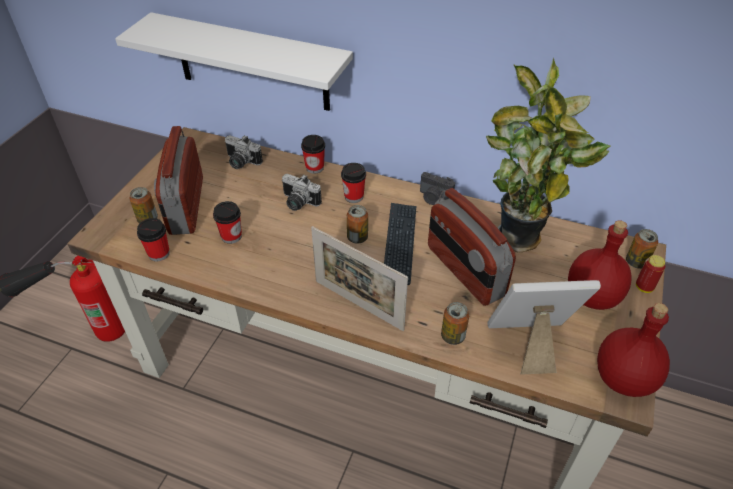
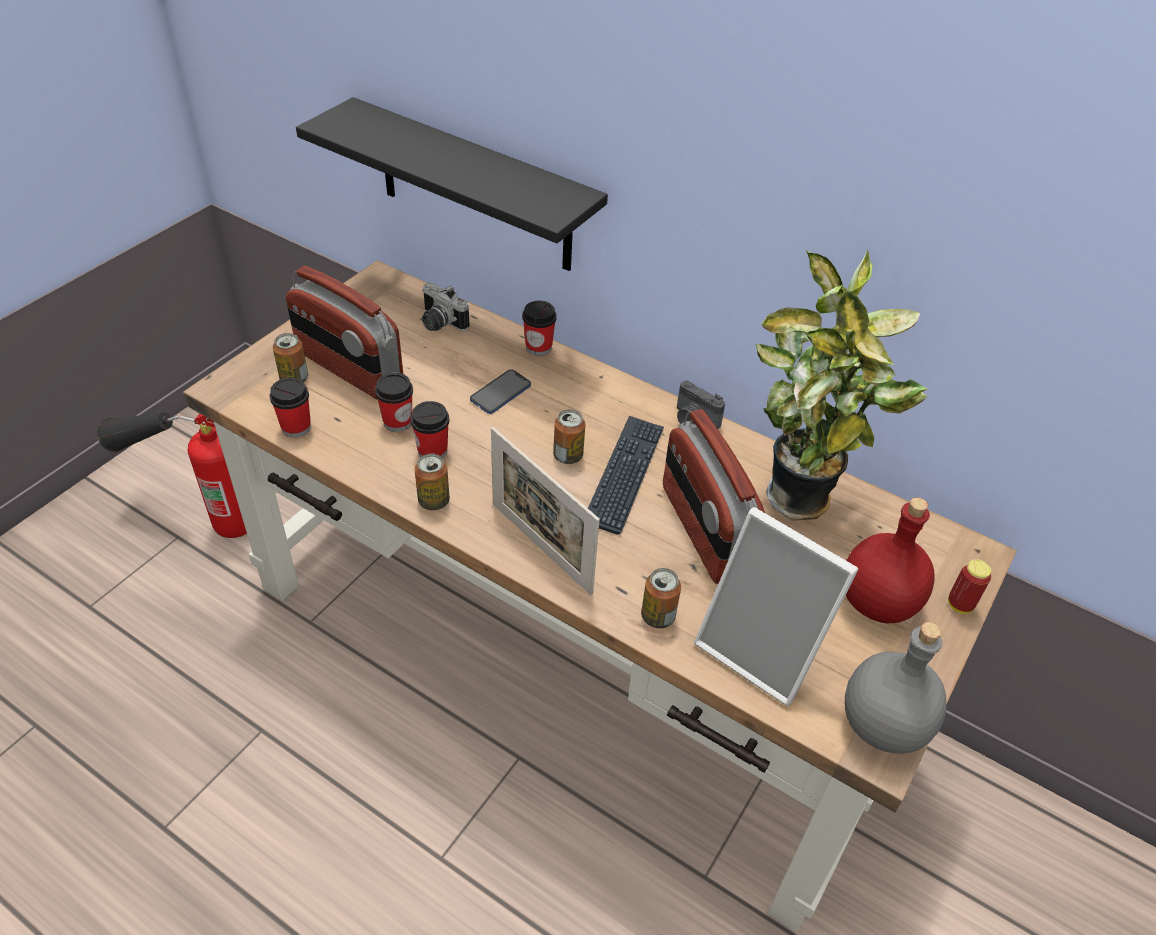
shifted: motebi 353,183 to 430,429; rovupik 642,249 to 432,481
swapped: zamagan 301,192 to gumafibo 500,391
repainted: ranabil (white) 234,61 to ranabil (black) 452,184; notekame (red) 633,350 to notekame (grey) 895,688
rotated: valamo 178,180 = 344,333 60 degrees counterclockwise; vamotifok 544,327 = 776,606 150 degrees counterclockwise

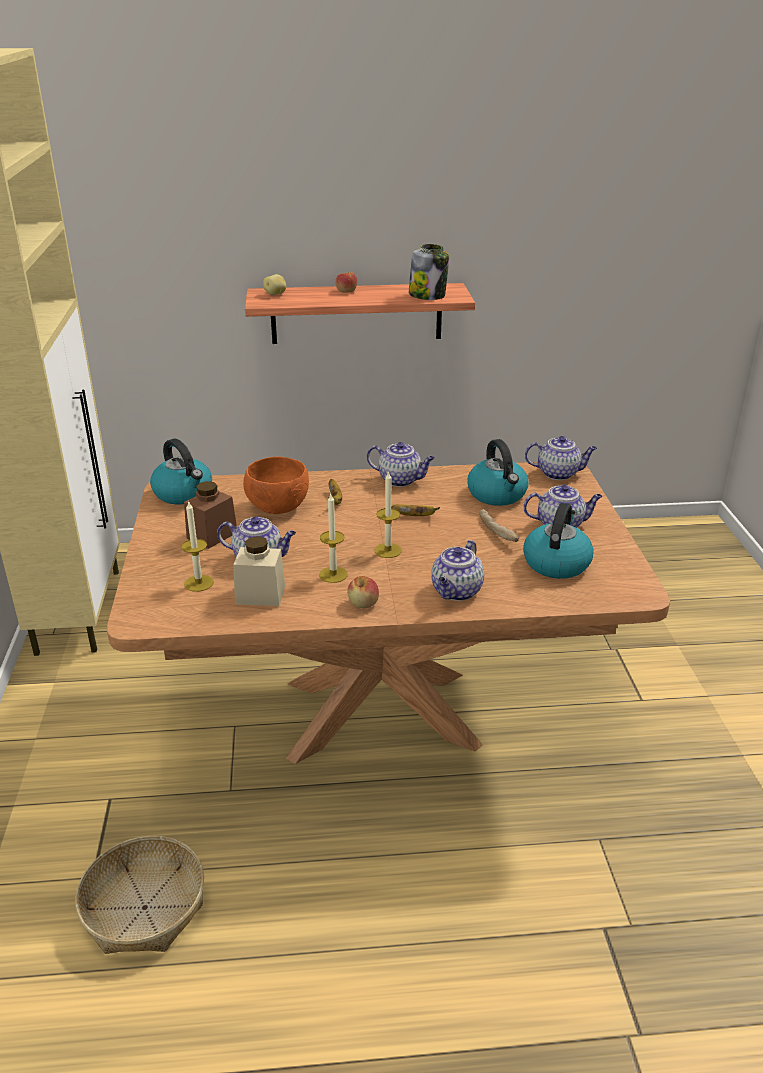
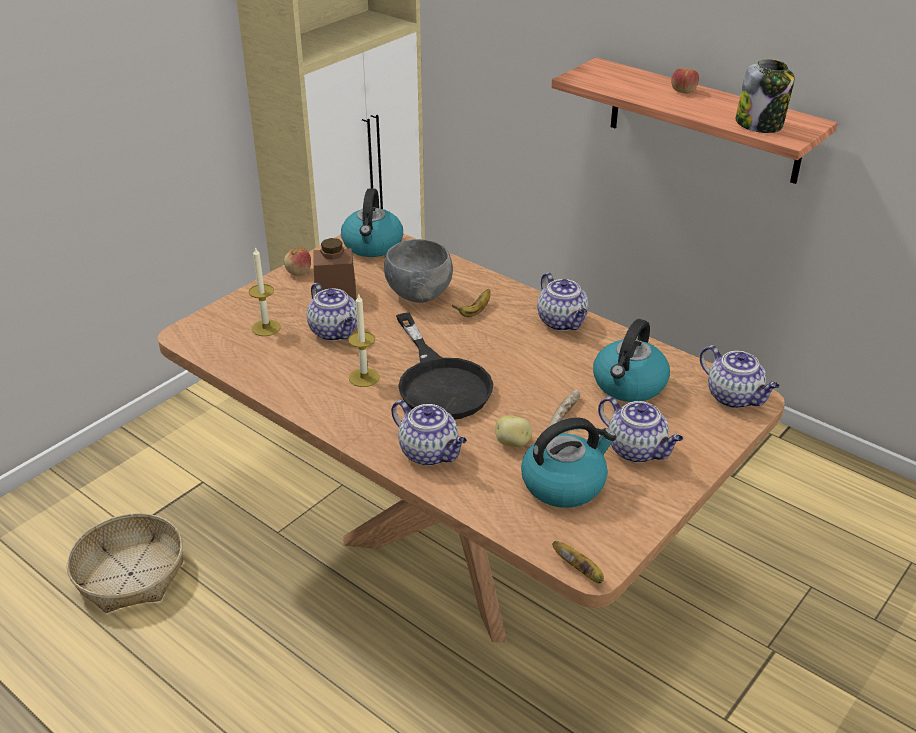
gone: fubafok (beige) 259,571
shifted: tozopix 275,284 to 513,431; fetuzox 415,510 to 578,562; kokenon 363,592 to 297,261
swapped: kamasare 388,514 to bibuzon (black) 444,365
repainted: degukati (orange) 276,485 to degukati (grey) 418,271
rotated: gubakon 457,570 = 429,433 120 degrees counterclockwise

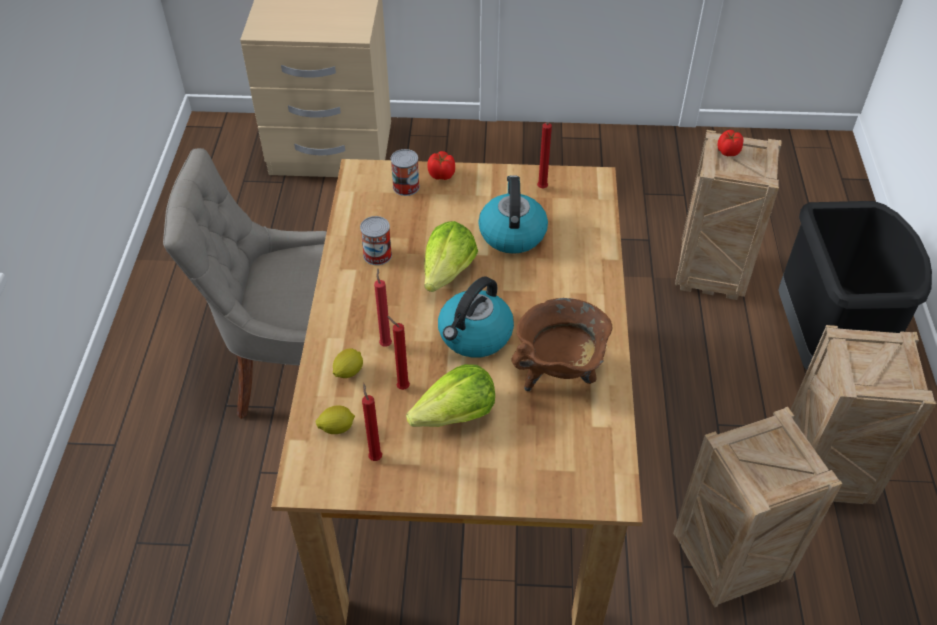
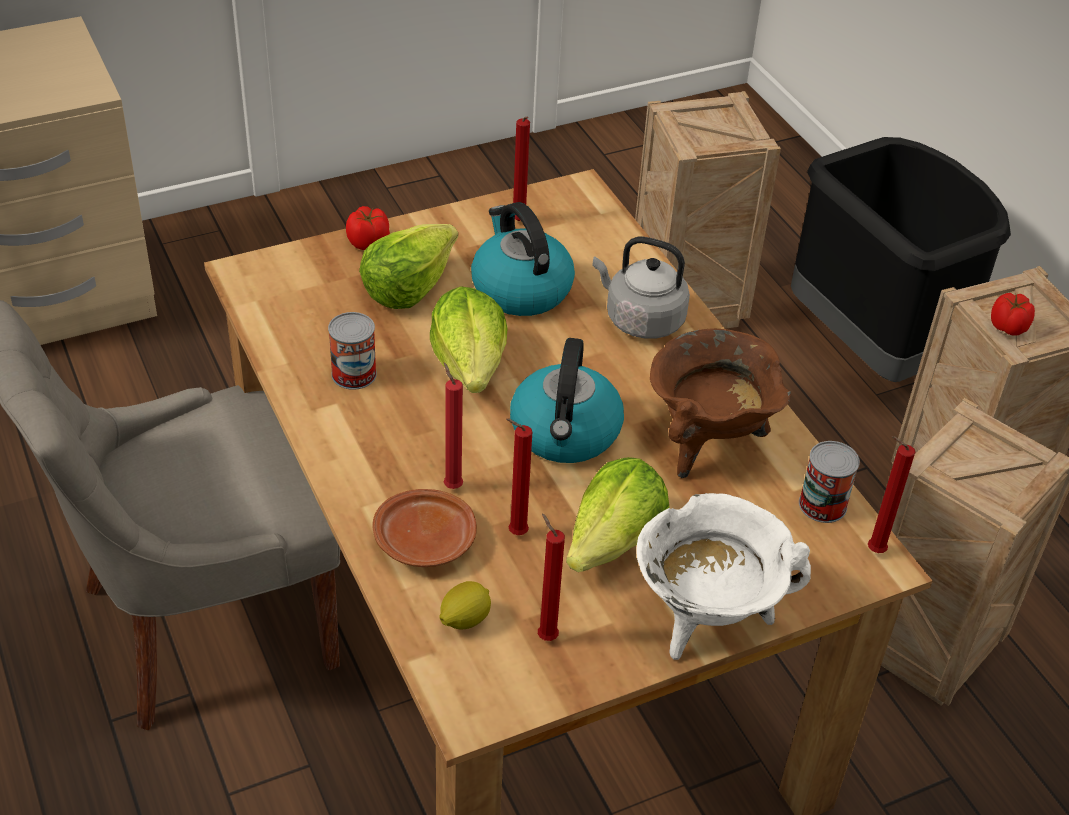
new: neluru 408,266; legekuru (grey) 641,287; kamasare (red) 891,494; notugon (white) 723,576
shifted: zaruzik 730,143 to 1013,314; rovupik 405,172 to 829,482
swapped: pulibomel 348,363 to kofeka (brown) 424,528

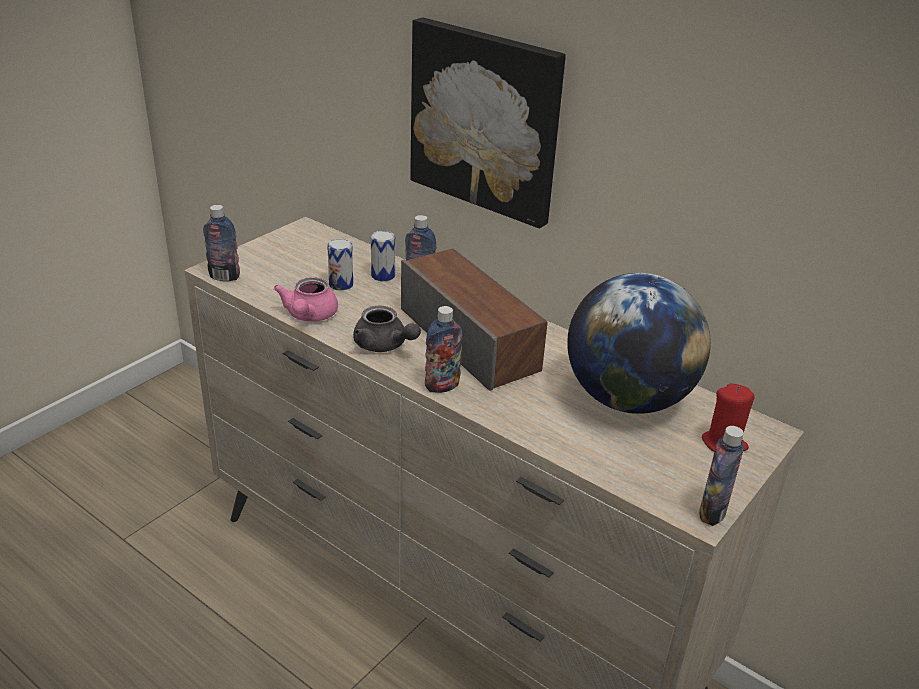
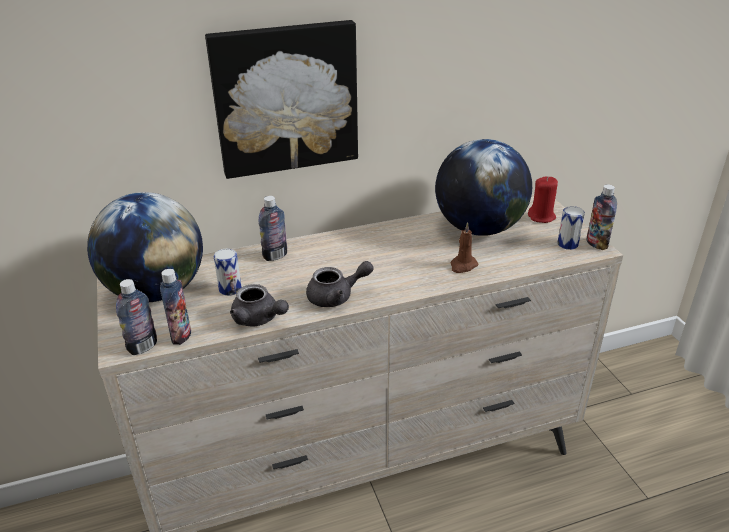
gone: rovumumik 474,319
new: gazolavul 145,247; kamasare (brown) 464,247
shifted: rovupik 383,255 to 571,228; notekame 443,349 to 175,307
repainted: gubakon (pink) 306,299 to gubakon (grey) 259,305

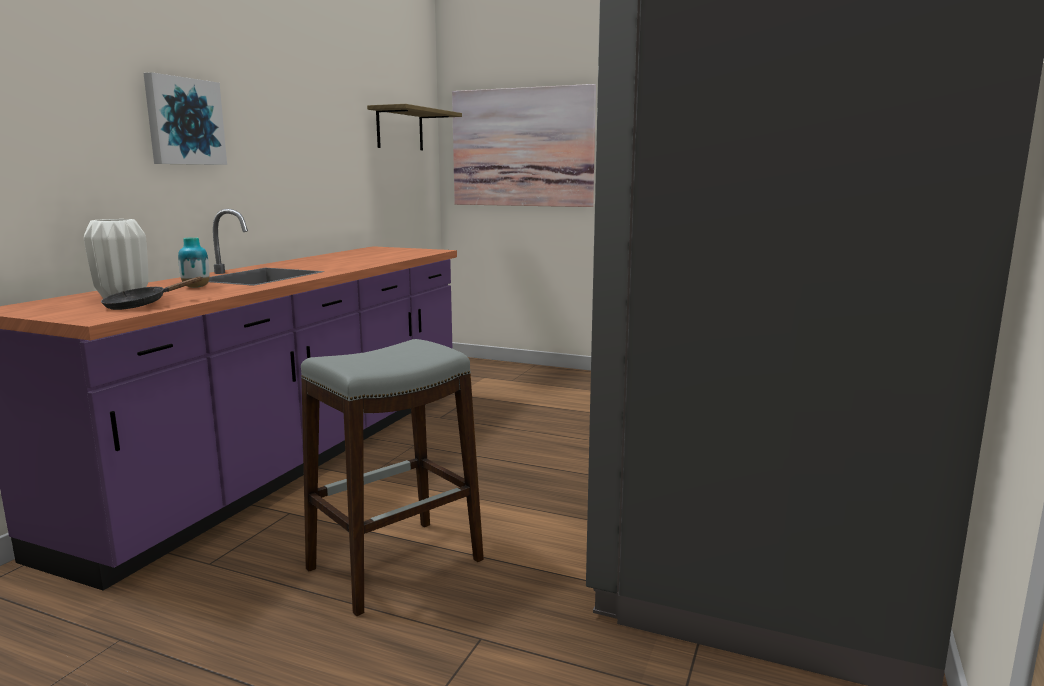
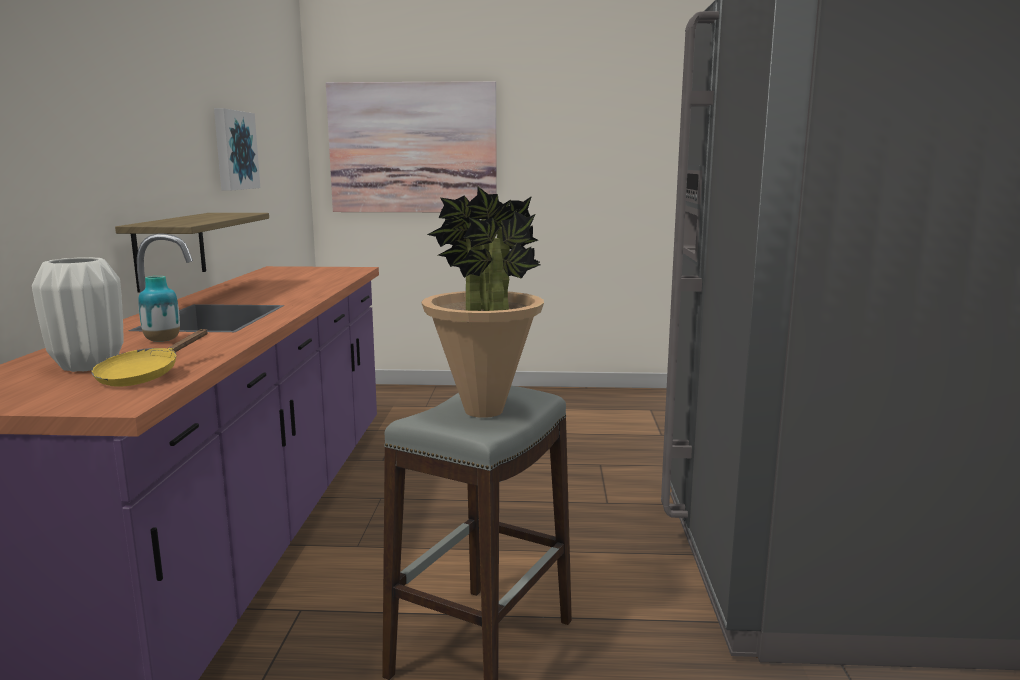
new: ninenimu 482,302
shifted: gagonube 185,118 to 237,149; ranabil 414,127 to 192,252
repainted: bibuzon (black) 152,293 to bibuzon (yellow) 149,358

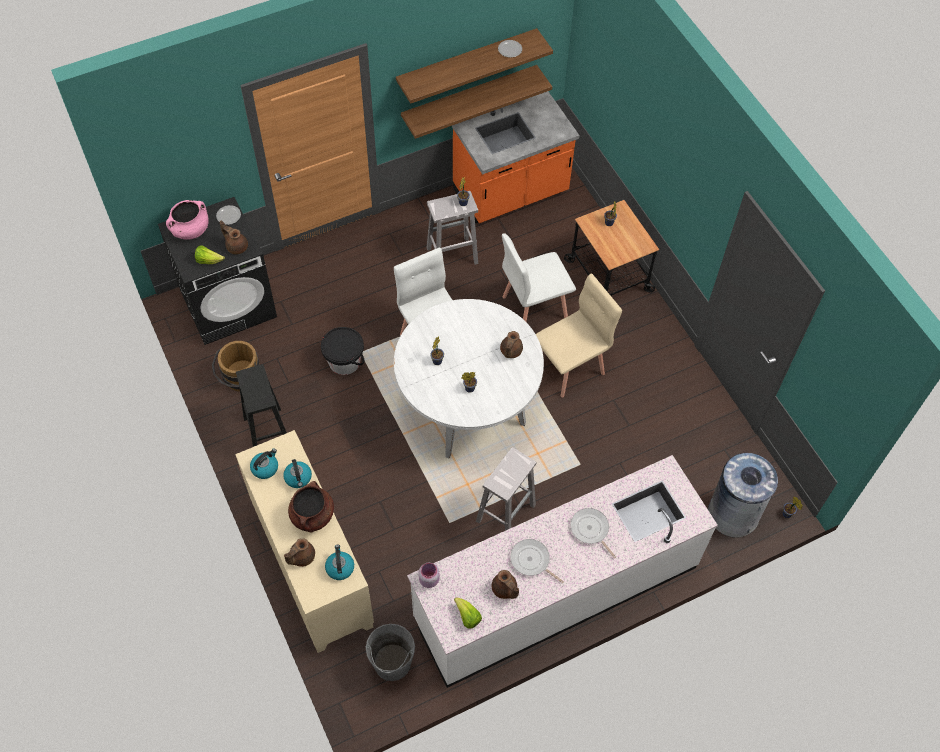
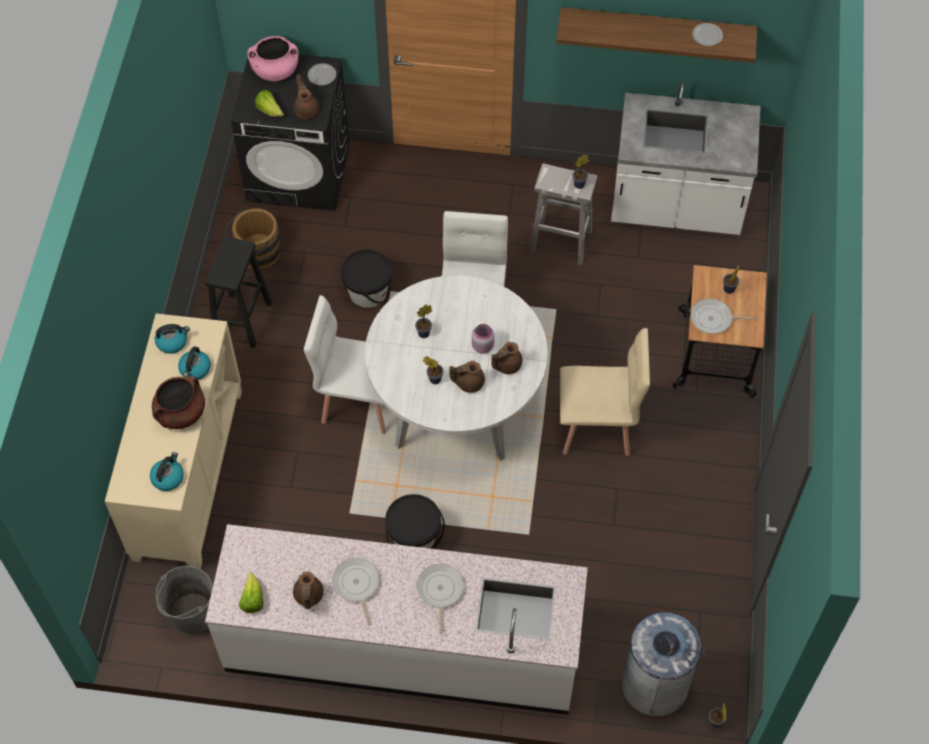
gone: ranabil 476,102
new: bibuzon 723,316
shifted: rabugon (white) 539,277 to 345,364; gubakon (brown) 299,552 to 467,377; fubafok (pink) 429,575 to 483,339
swapped: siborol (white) 506,489 to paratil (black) 415,521
repainted: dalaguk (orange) 515,157 to dalaguk (white) 686,158

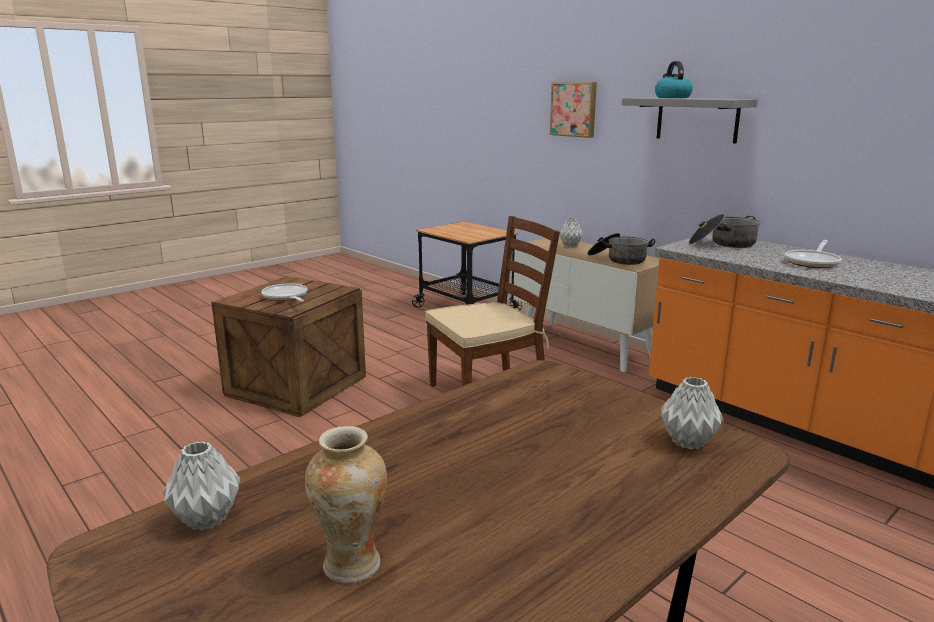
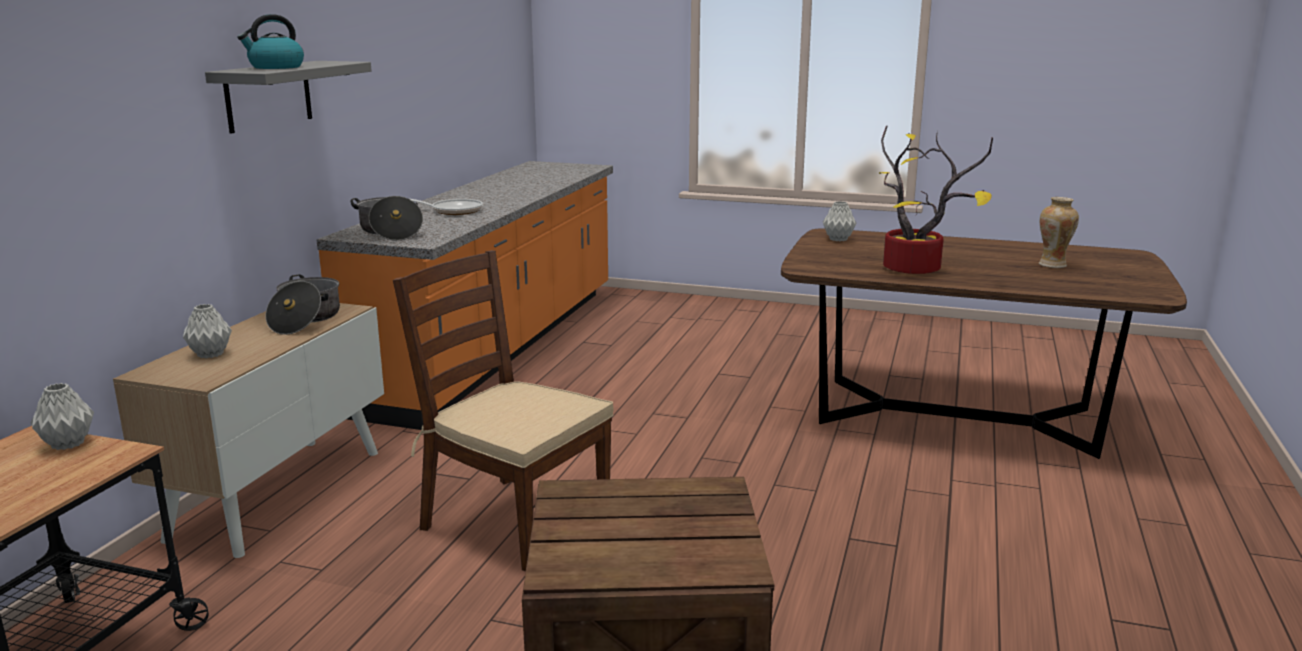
gone: gagonube 573,110; bibuzon 284,292
new: ninenimu 936,199
shifted: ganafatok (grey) 201,486 to 62,416

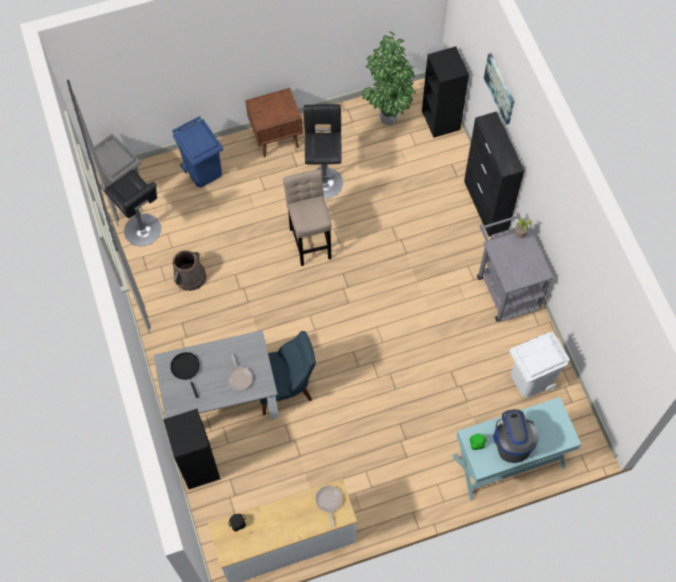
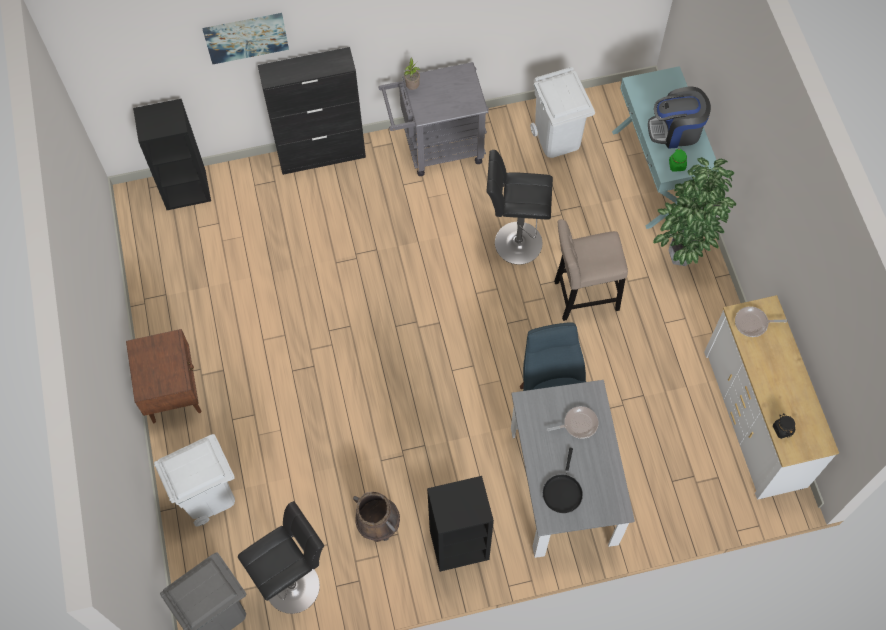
shifted: ninenimu 389,78 to 694,211; siborol (black) 323,151 to 520,207; siborol (beige) 307,217 to 591,270; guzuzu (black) 191,449 to 460,524
repainted: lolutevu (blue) 197,151 to lolutevu (white) 194,480
rotated: bibuzon (black) 185,375 = 563,480 60 degrees counterclockwise

